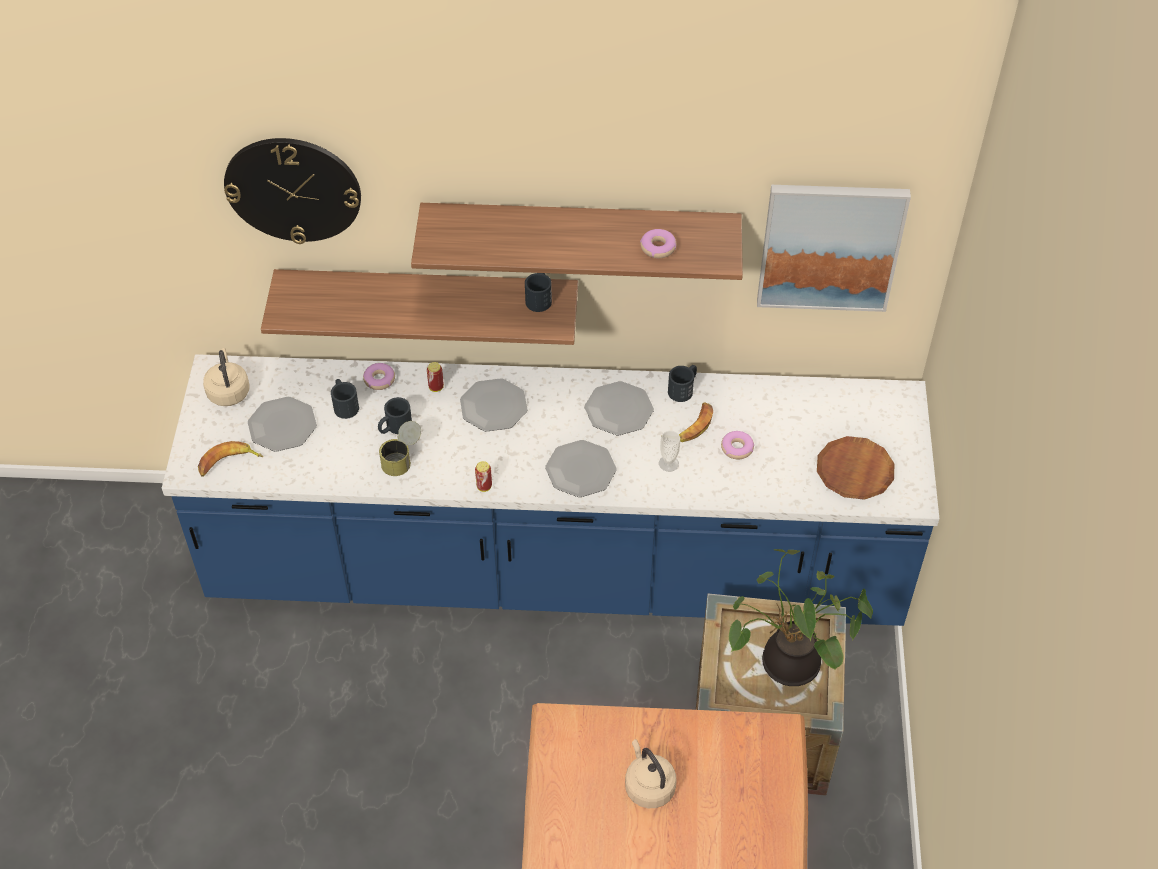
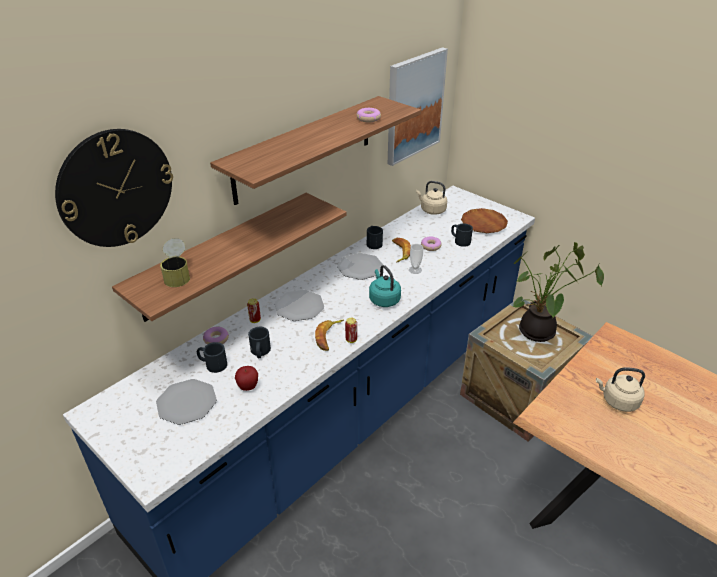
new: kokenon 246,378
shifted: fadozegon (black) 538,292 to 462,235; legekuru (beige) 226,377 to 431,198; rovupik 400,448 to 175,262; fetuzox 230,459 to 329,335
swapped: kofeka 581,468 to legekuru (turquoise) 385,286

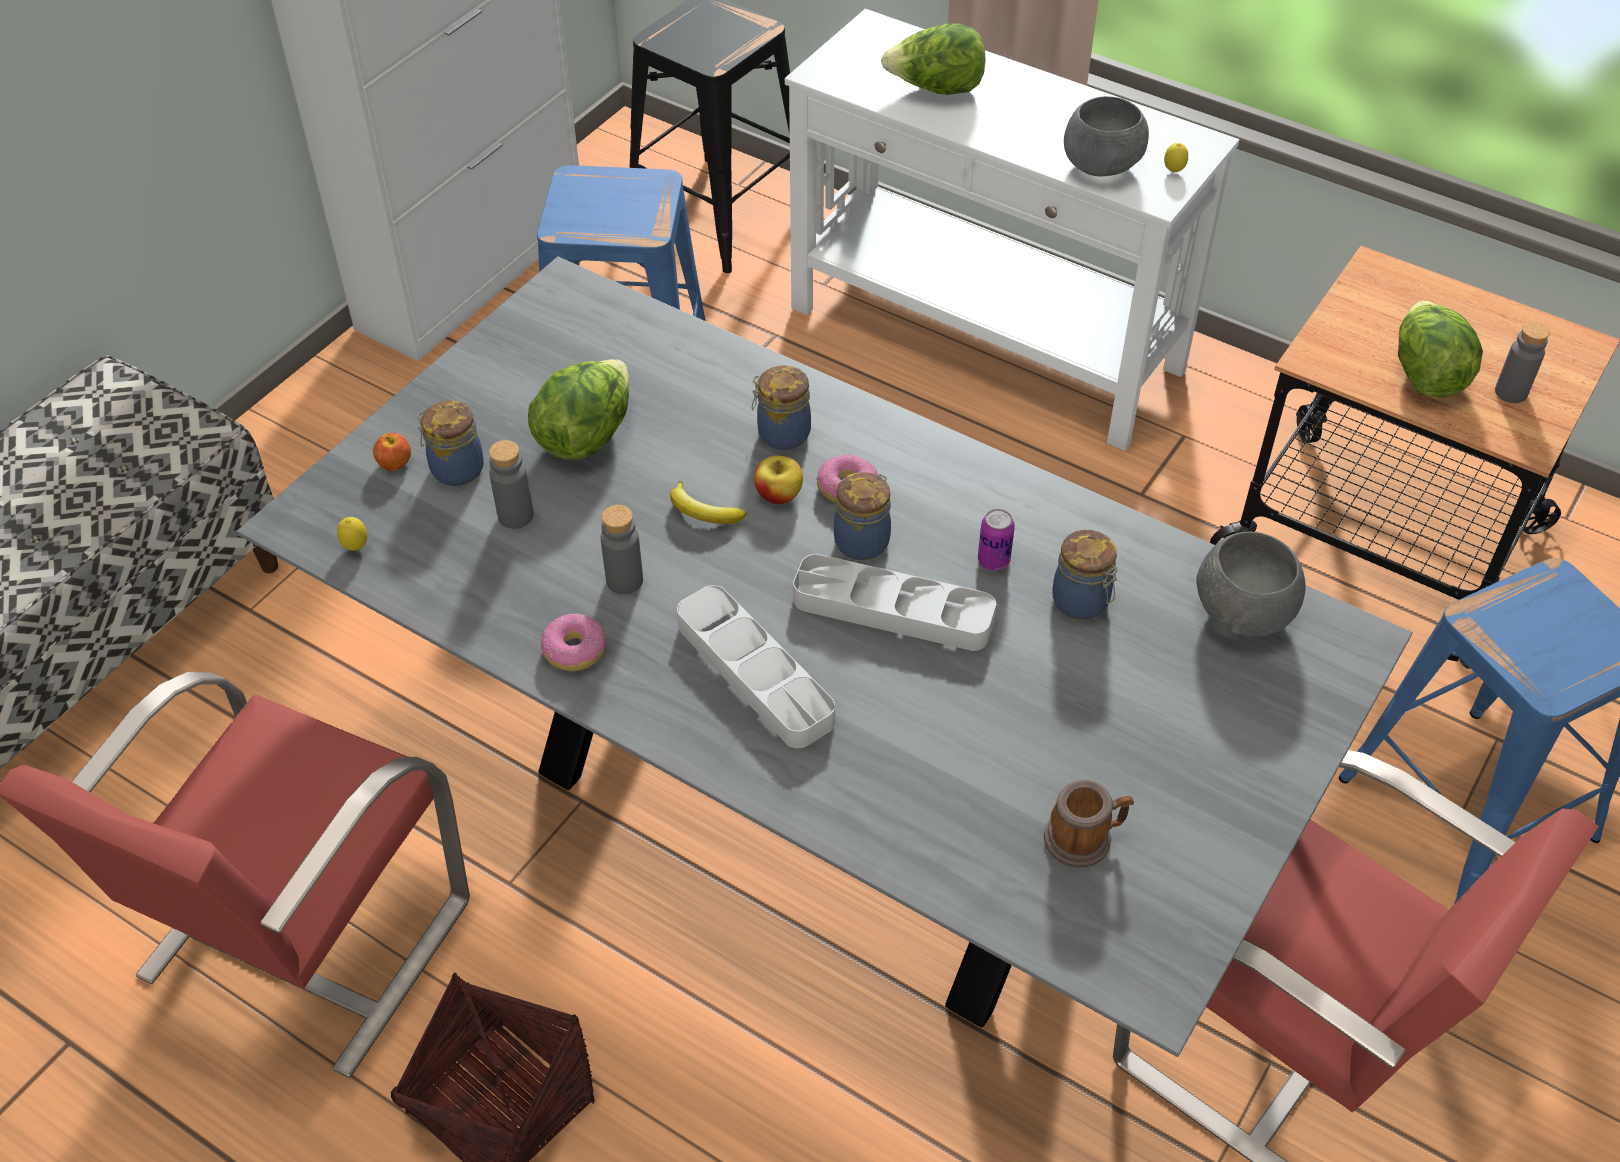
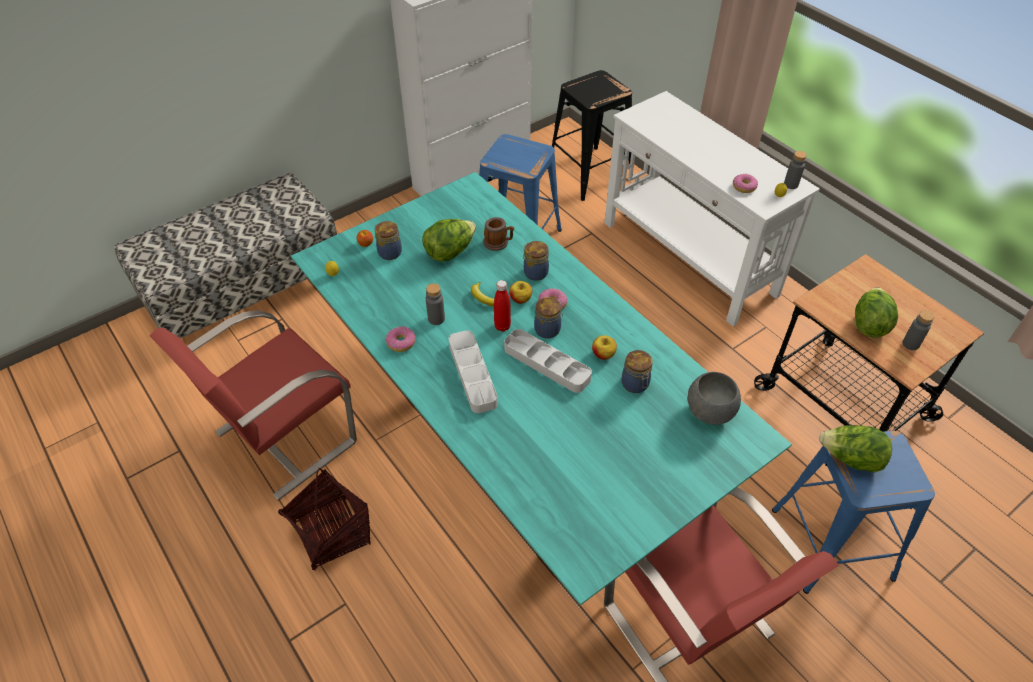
new: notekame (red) 502,306
shifted: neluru 933,59 to 855,449; notekame (grey) 511,484 to 795,170; fadozegon 1089,823 to 498,234
swapped: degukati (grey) 1106,136 to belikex 745,183; rovupik 996,540 to kokenon 604,347
repainted: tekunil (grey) 824,656 to tekunil (turquoise) 541,388

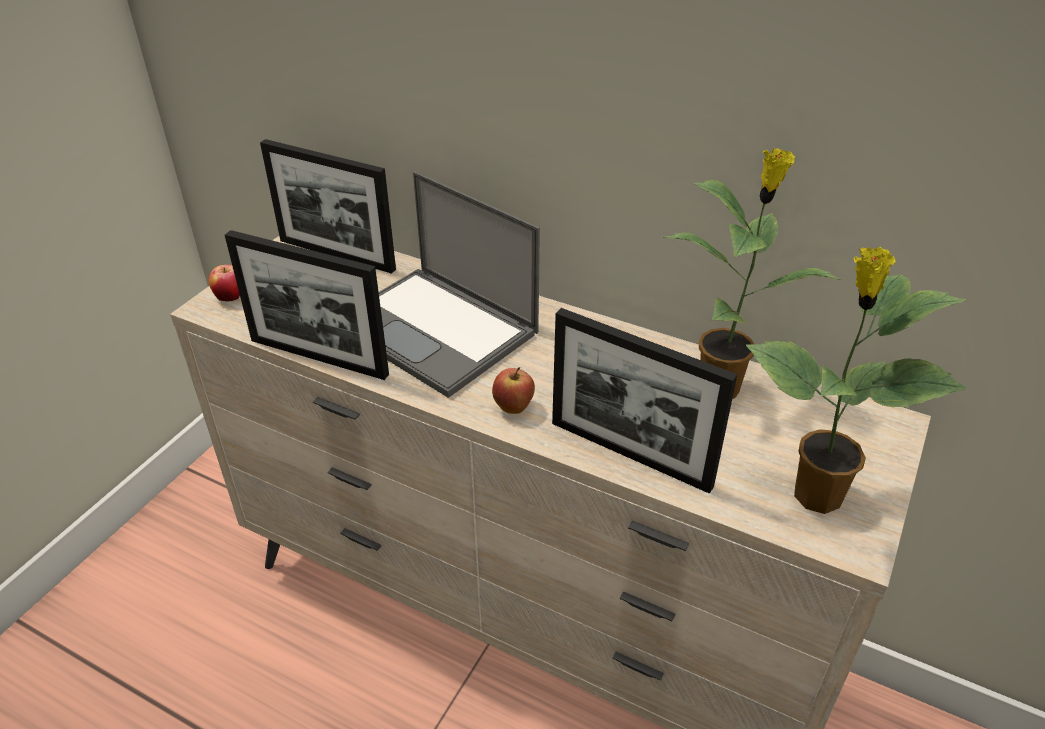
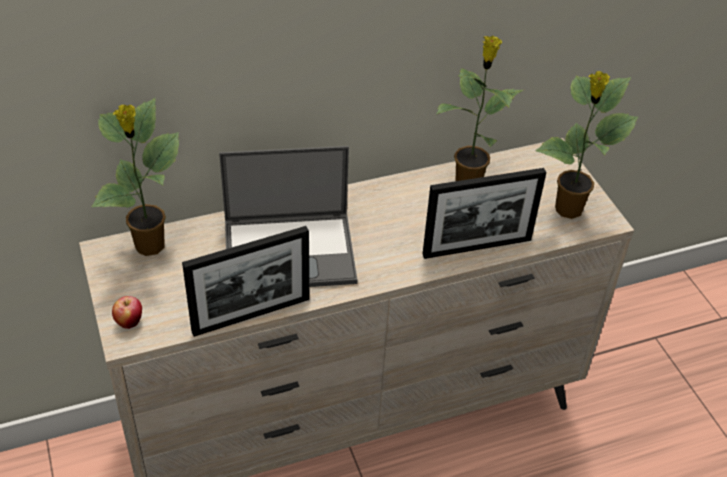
gone: kokenon 513,390
swapped: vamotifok 328,206 to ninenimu 135,177

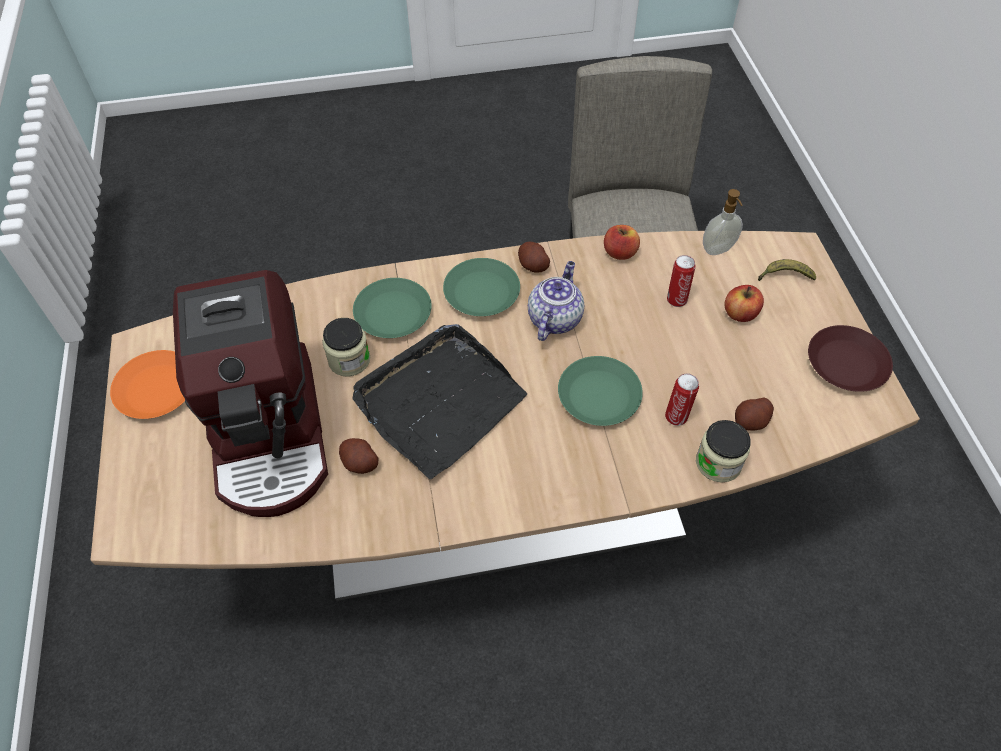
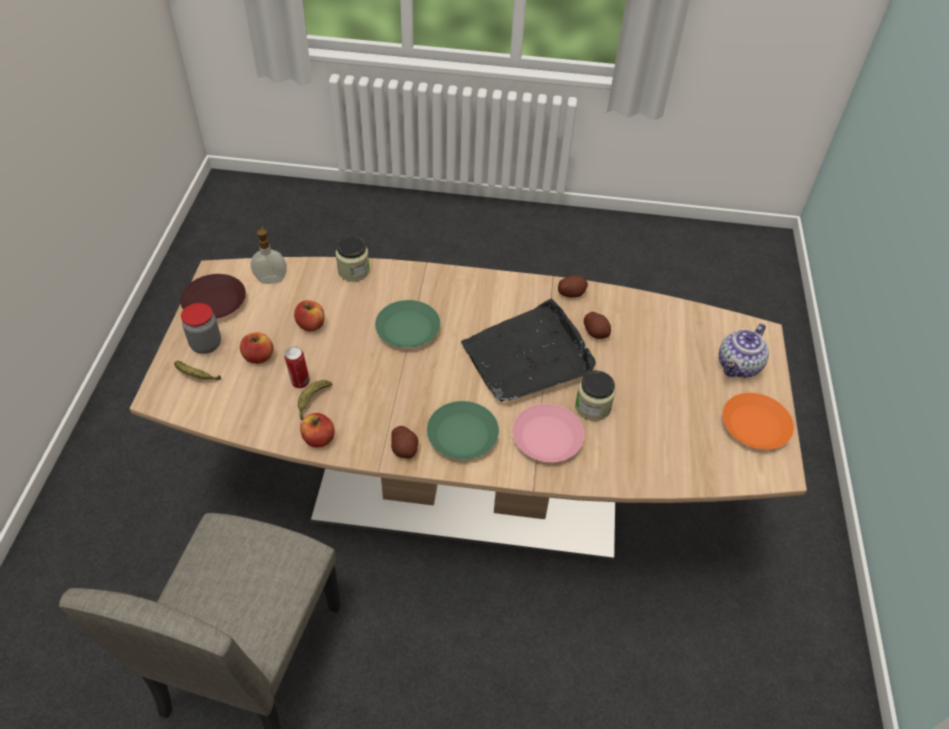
gone: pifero 250,393; rovupik 682,400
new: kokenon 309,315; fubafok 201,328; fetuzox 315,400
shifted: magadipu 723,222 to 268,255; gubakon 556,301 to 744,350; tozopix 754,413 to 573,286
repainted: kofeka (green) 392,308 to kofeka (pink) 548,433

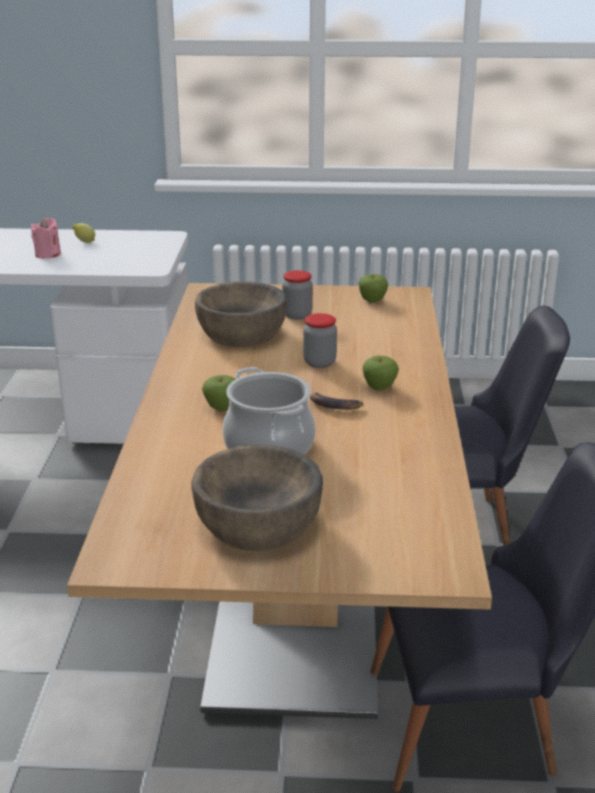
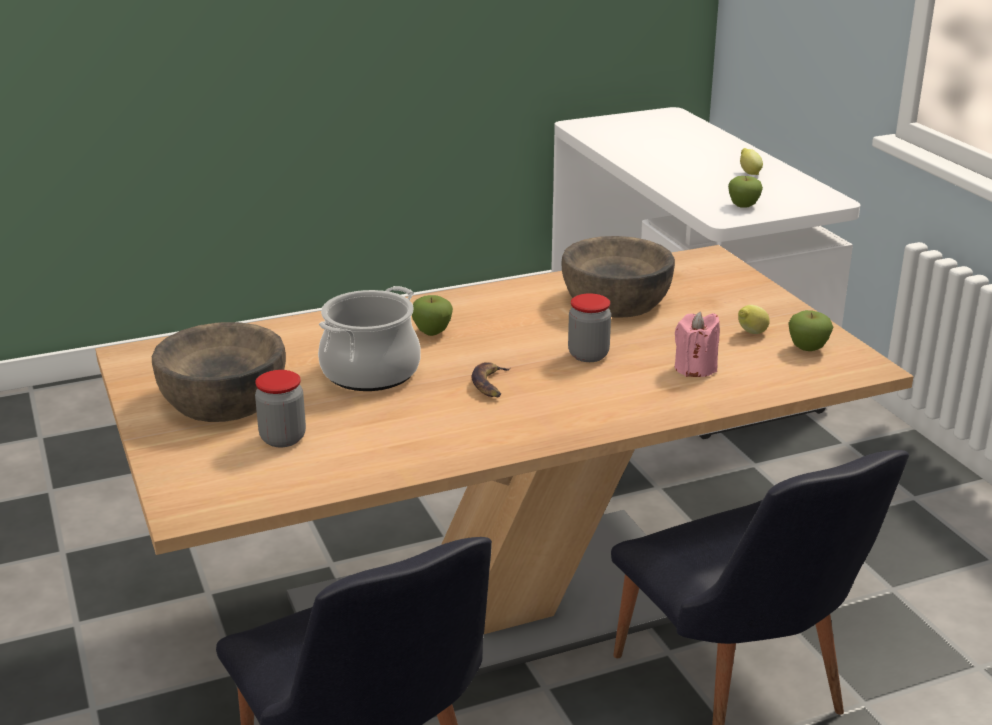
new: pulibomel 754,319
shifted: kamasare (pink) 46,238 to 697,344; fubafok 297,295 to 280,408; kokenon 381,373 to 745,192

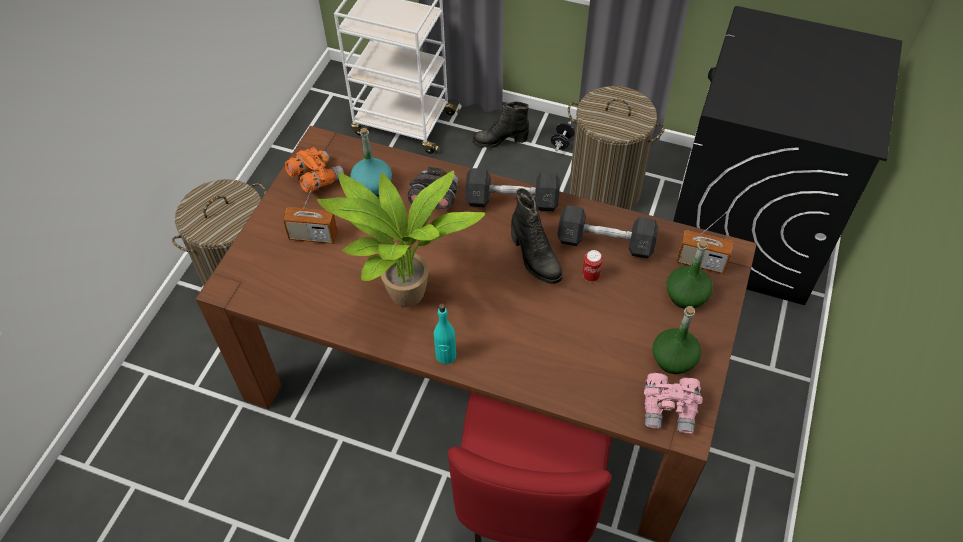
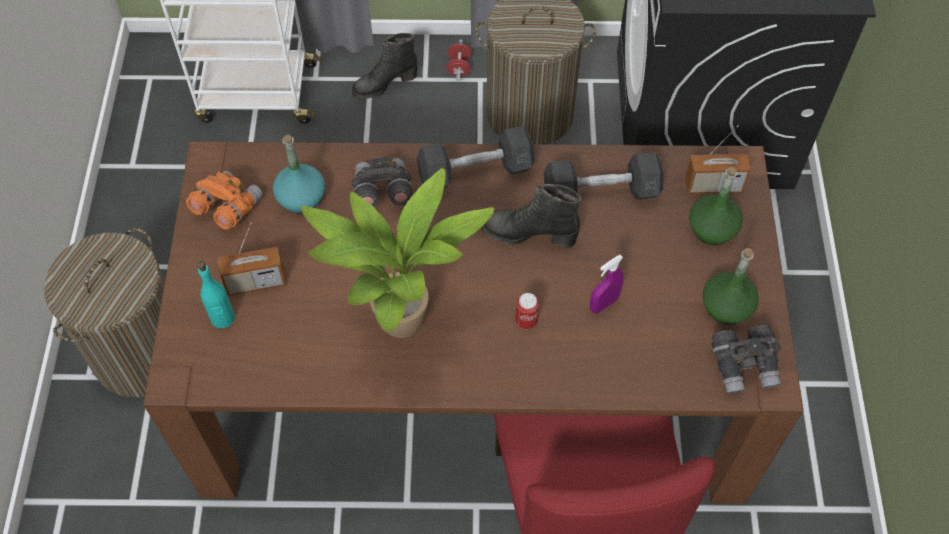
new: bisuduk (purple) 606,284
shifted: rovupik 592,266 to 527,311; notekame (turquoise) 445,333 to 216,294
repainted: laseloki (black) 563,136 to laseloki (red) 458,60; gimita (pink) 673,403 to gimita (grey) 746,359
rotated: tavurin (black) 537,236 = 531,216 150 degrees clockwise

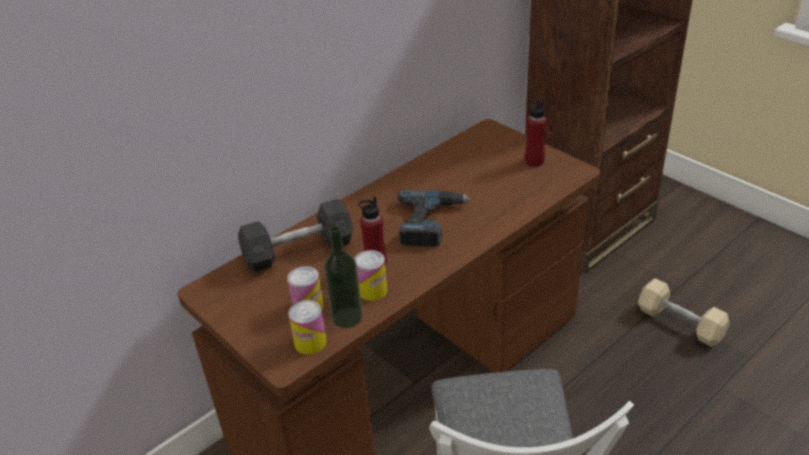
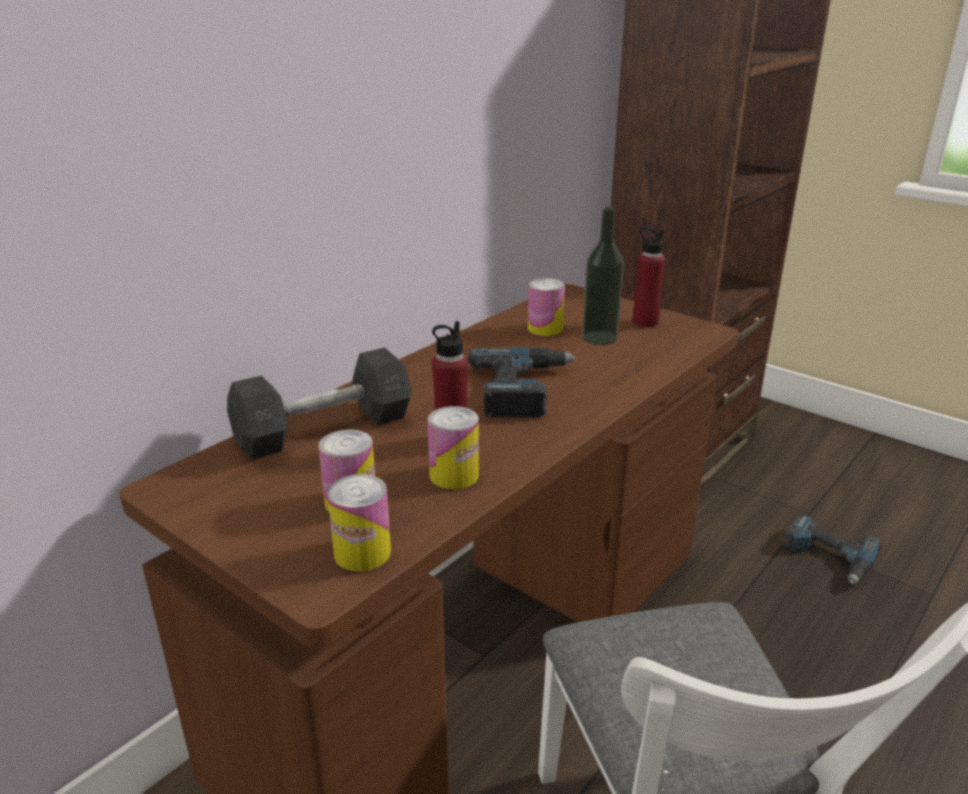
new: rovupik 546,307
shifted: notekame 343,276 to 603,276
swapped: laseloki (beige) 683,312 to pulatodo 832,548

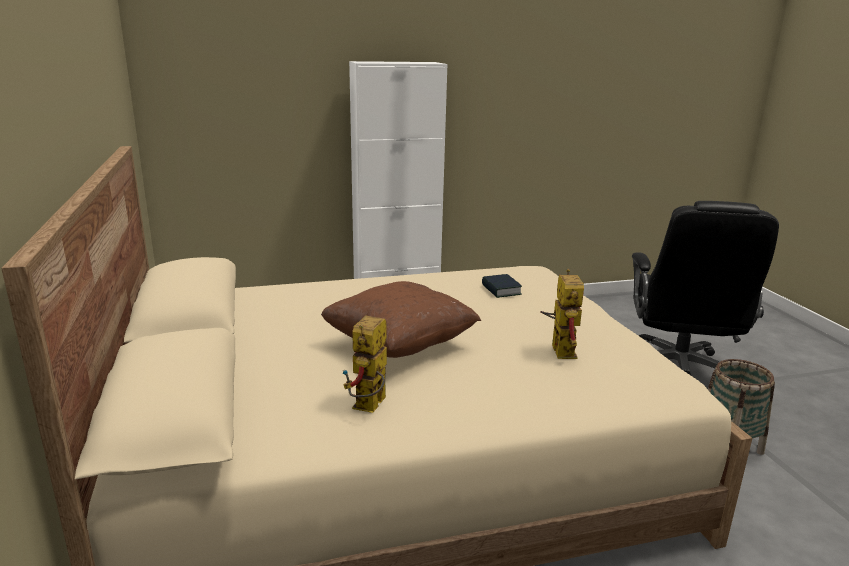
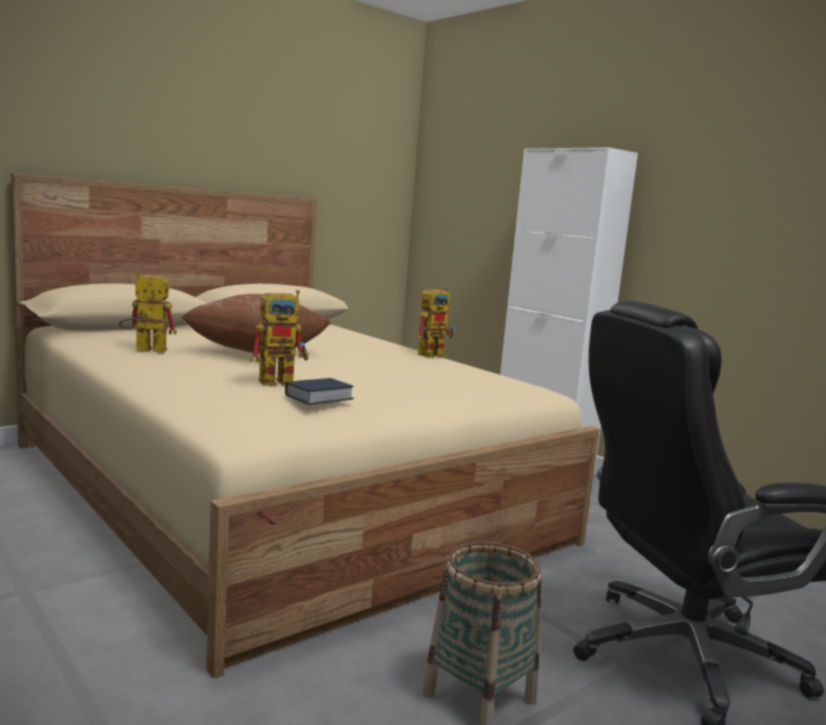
new: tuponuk 436,322
shifted: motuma 502,286 to 319,391

